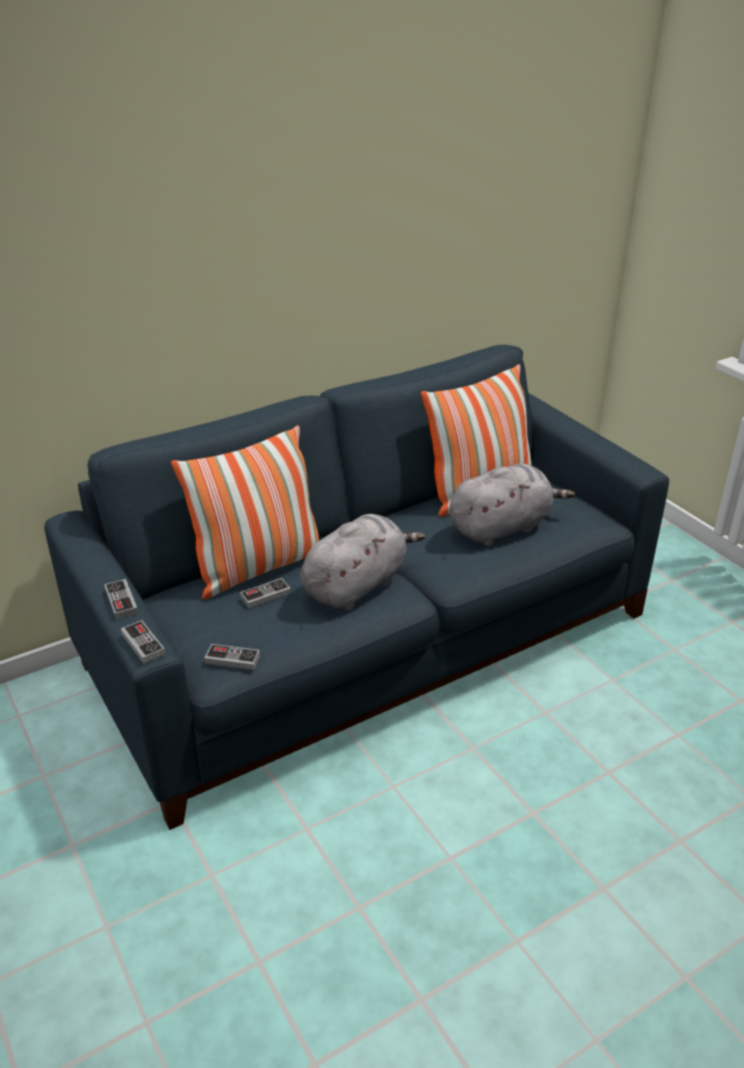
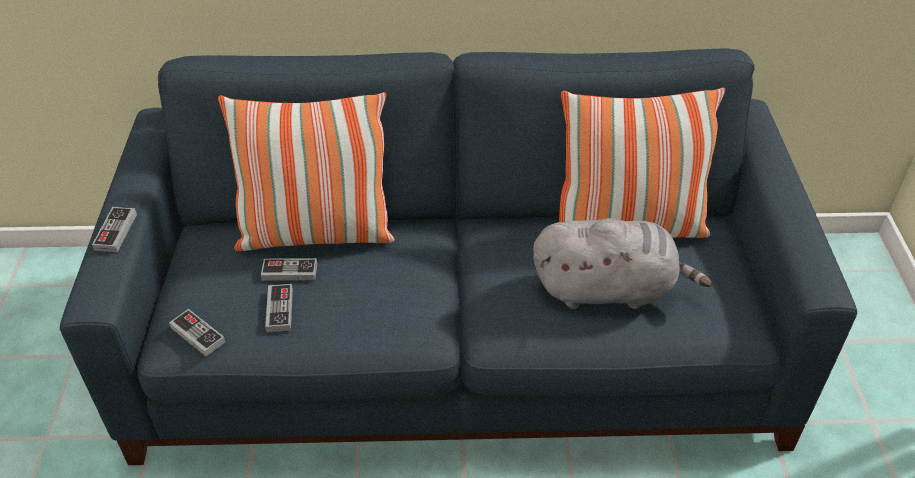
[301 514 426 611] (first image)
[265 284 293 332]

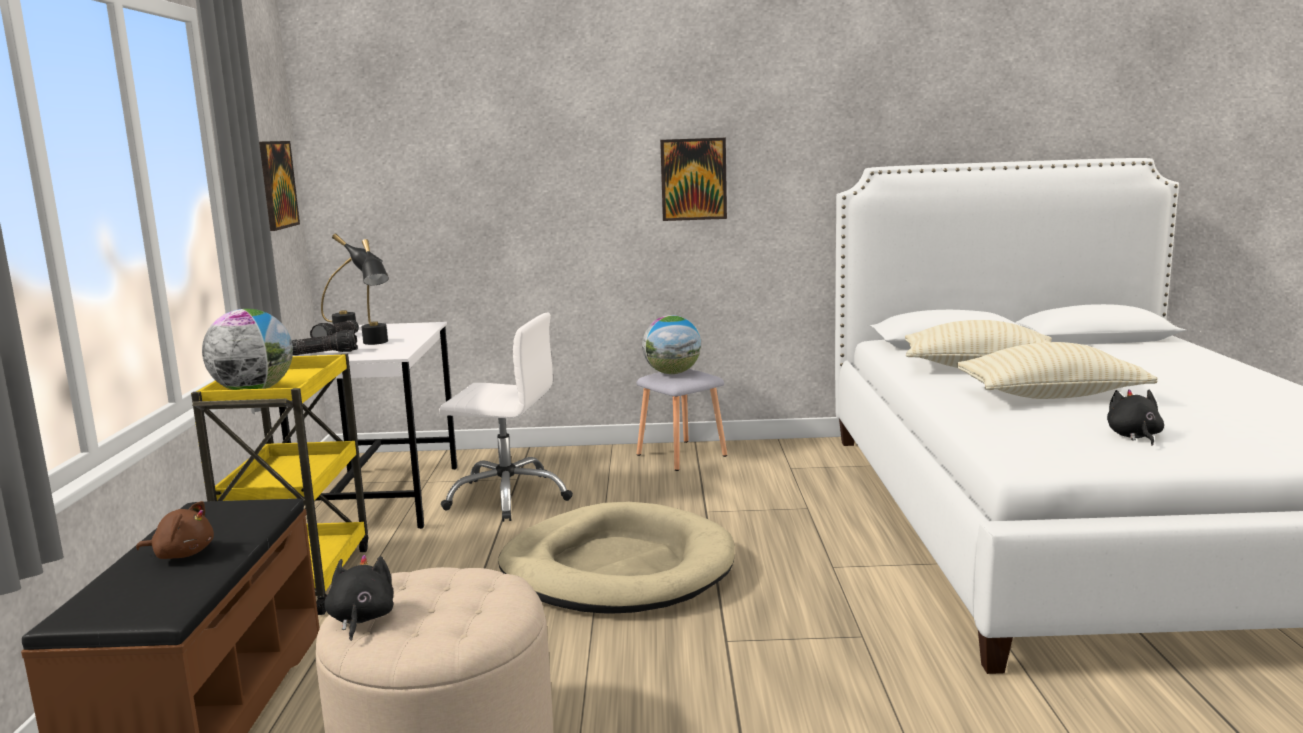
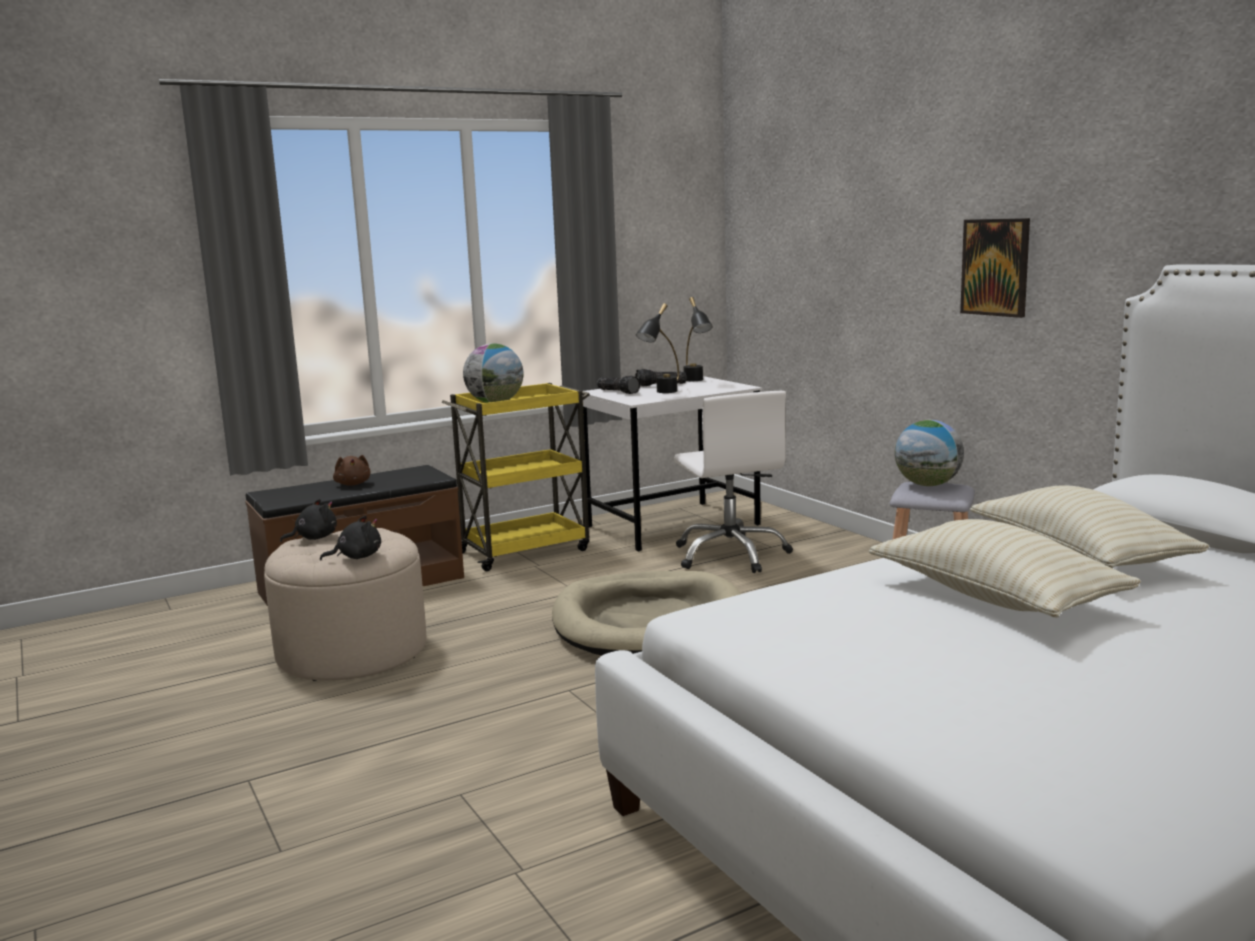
[259 141 300 231] (first image)
[320 515 381 560]

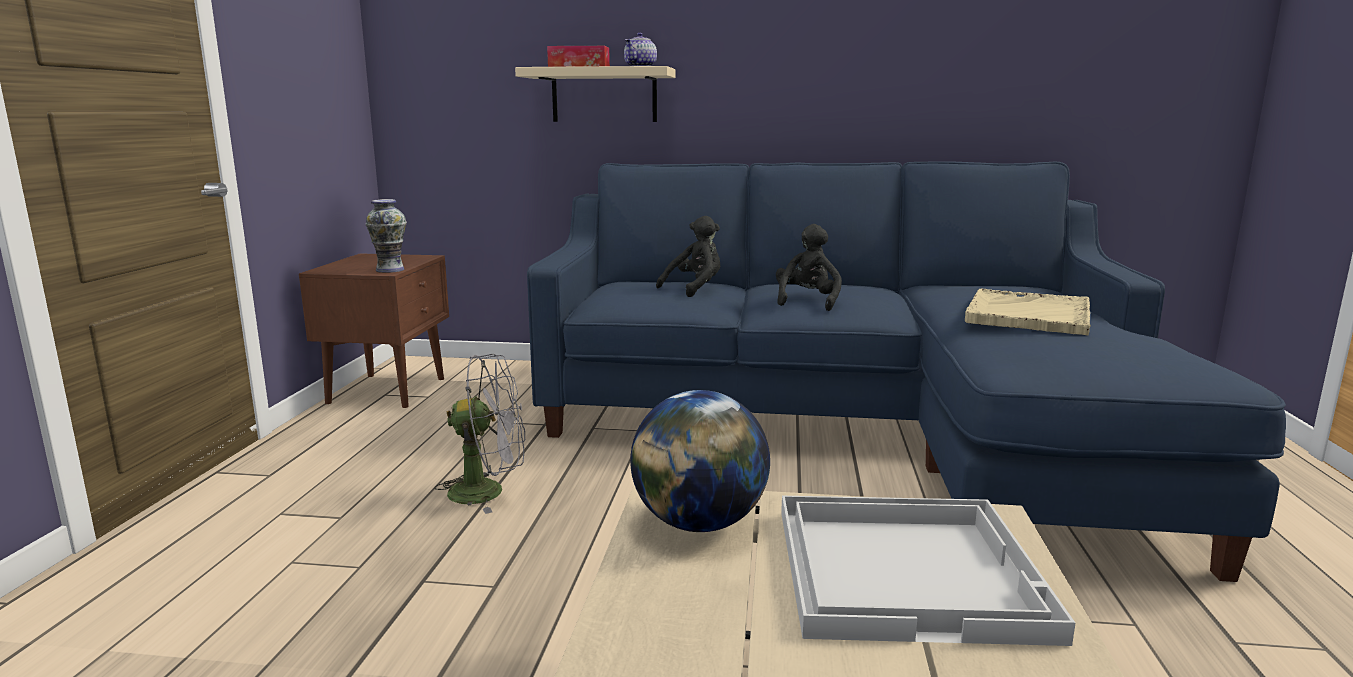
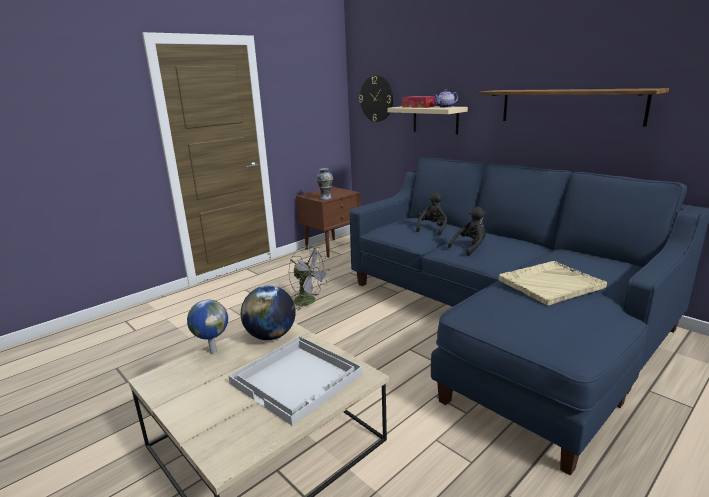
[416 192 447 235]
[359 75 393 122]
[478 88 669 127]
[187 299 228 354]

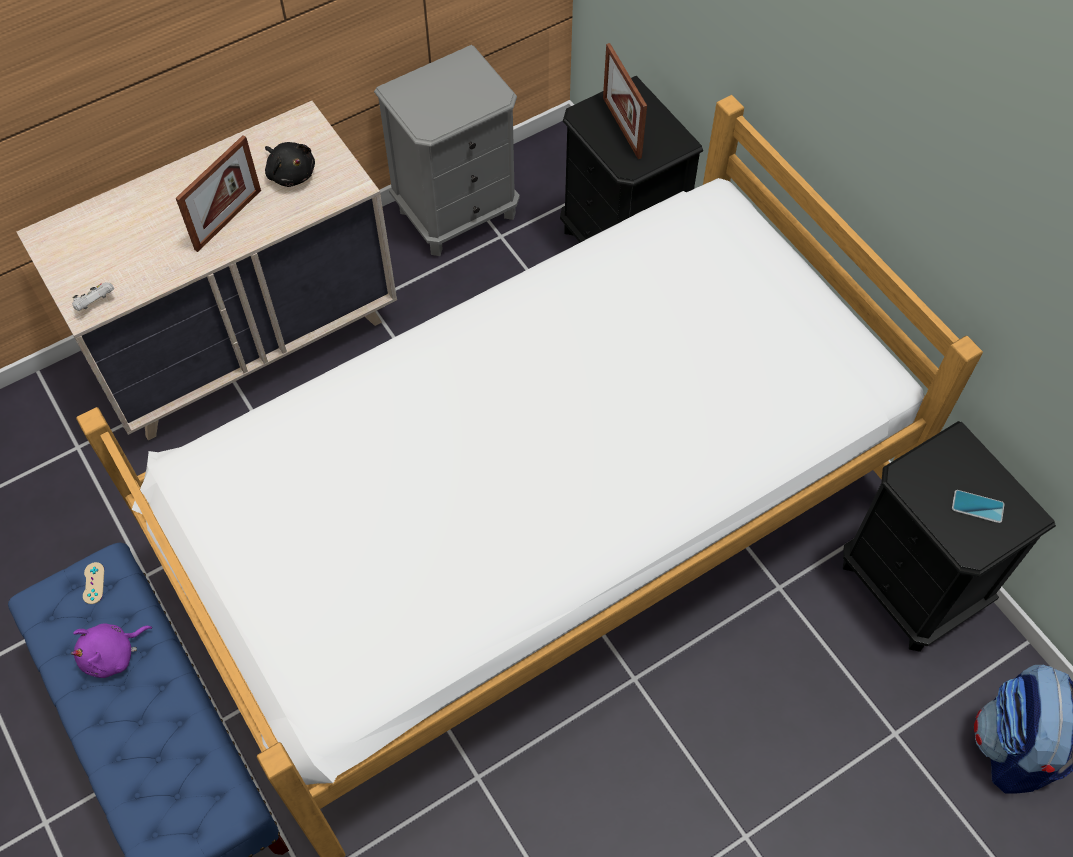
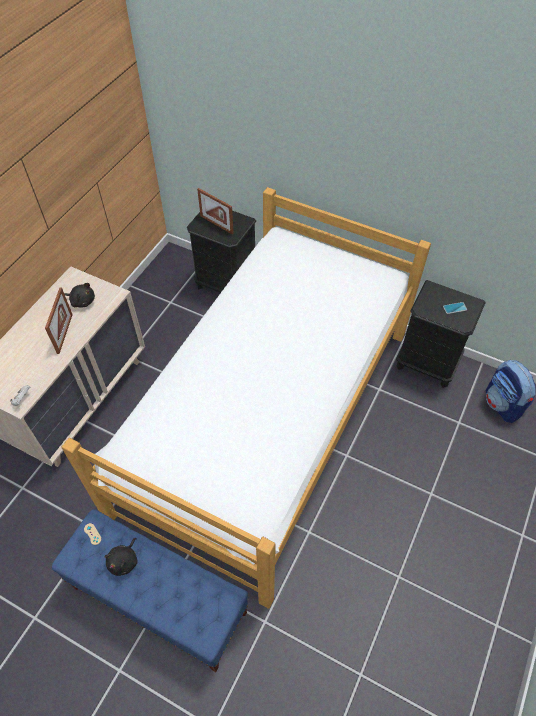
[374 45 520 256] (first image)
[105 538 138 576]

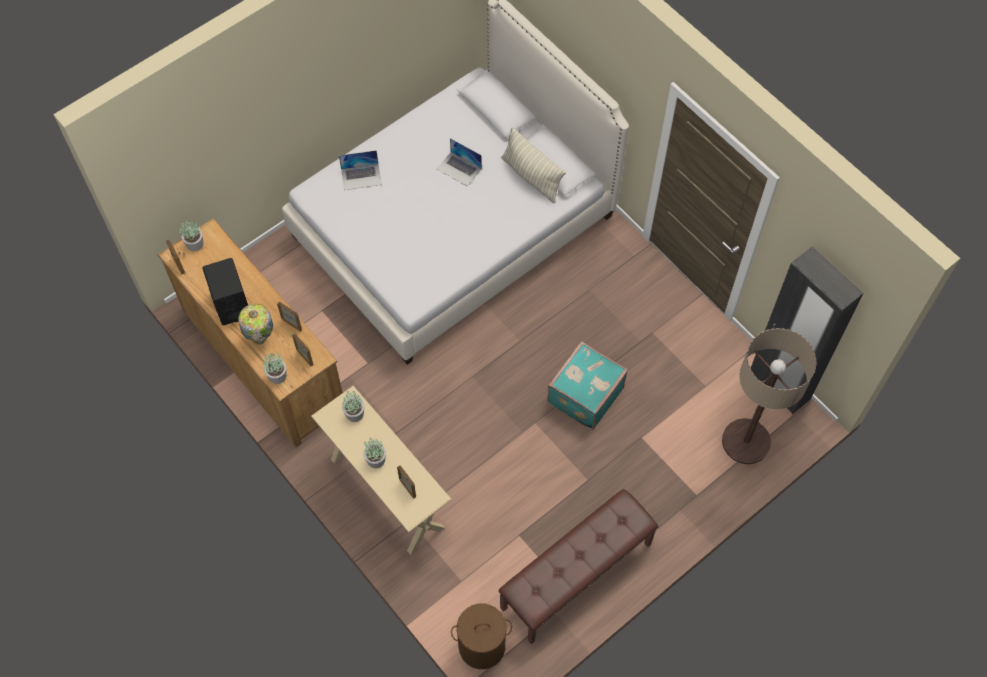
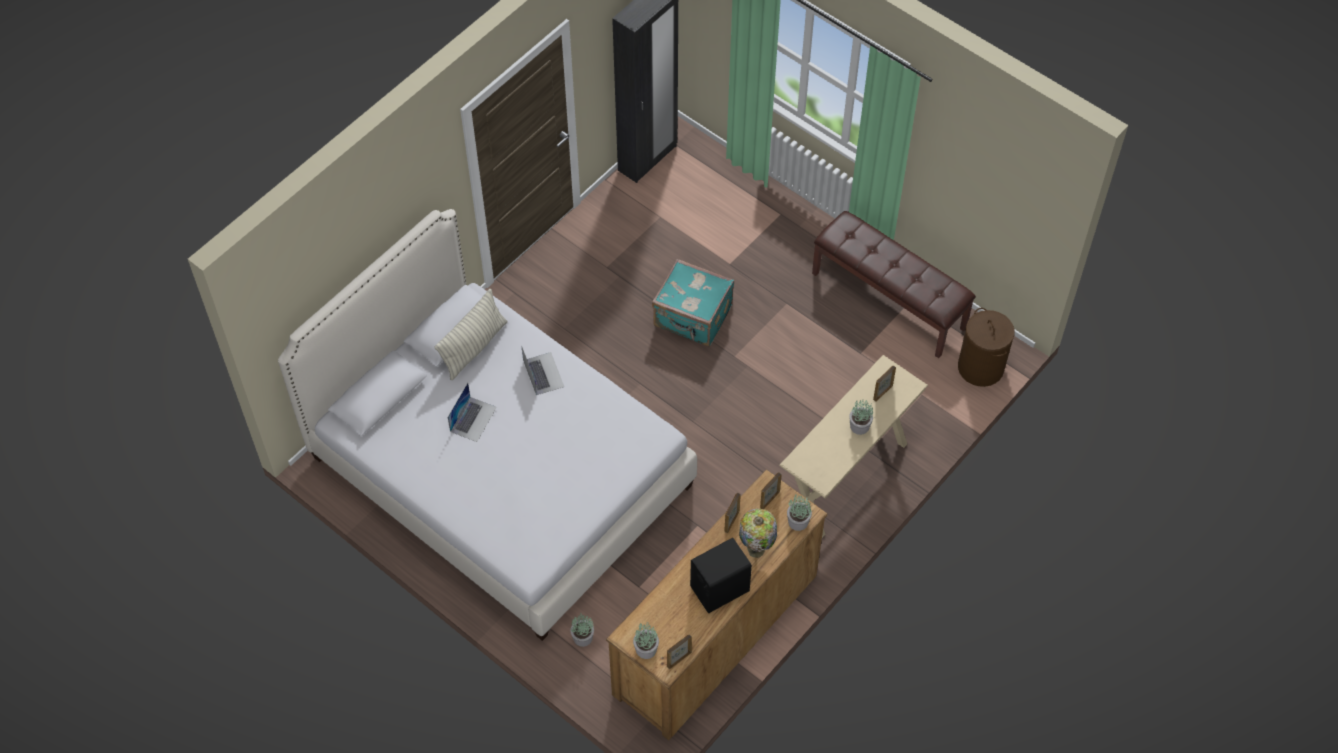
[521 345 564 395]
[722 328 817 464] (first image)
[570 613 594 647]

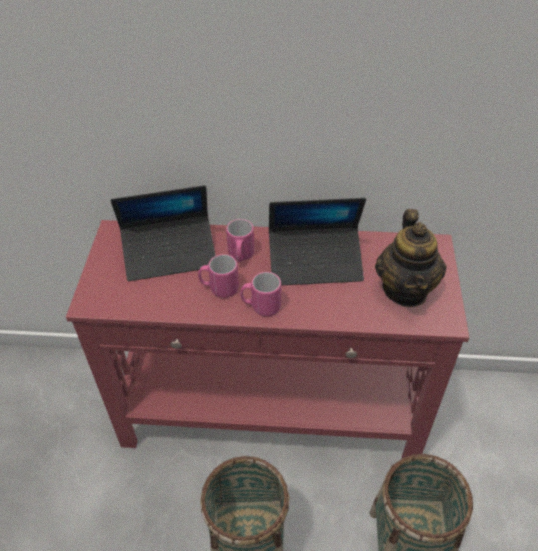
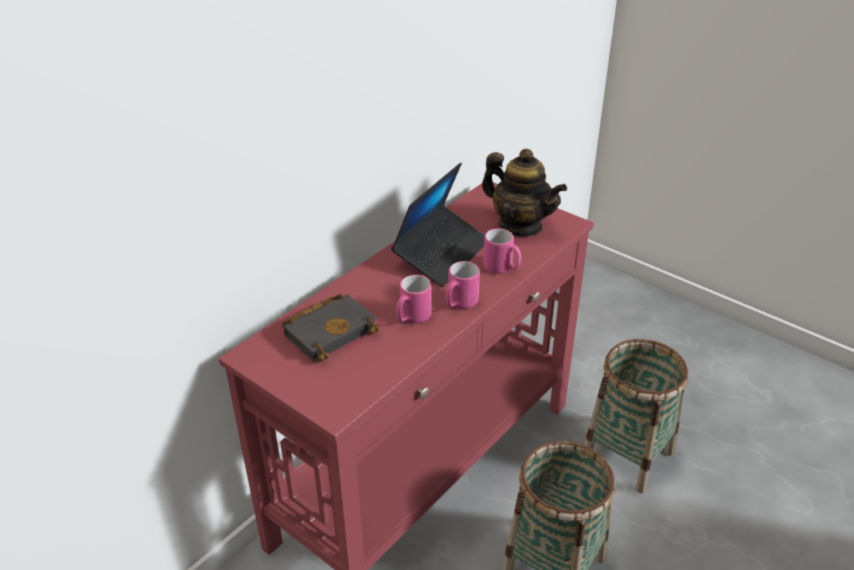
[282 294 380 362]
[483 228 521 274]

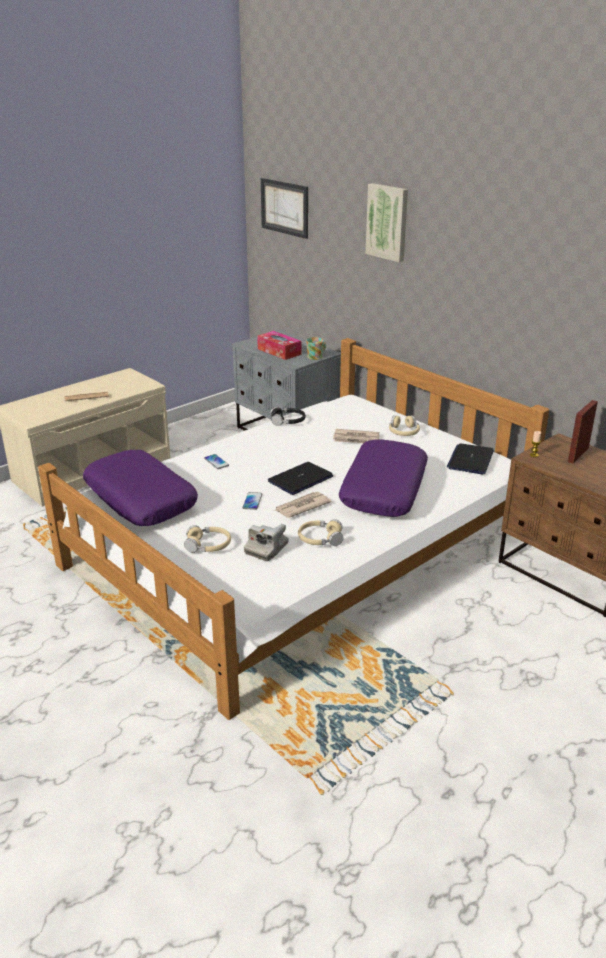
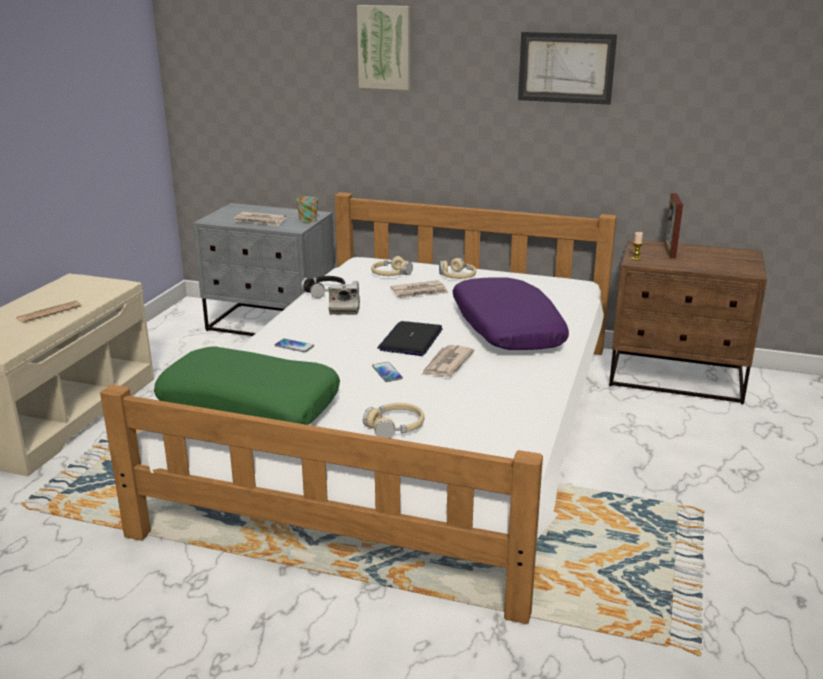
[518 32 617 105]
[234 212 286 226]
[447 444 494 474] (first image)
[154 347 340 425]
[371 256 413 276]
[329 281 360 315]

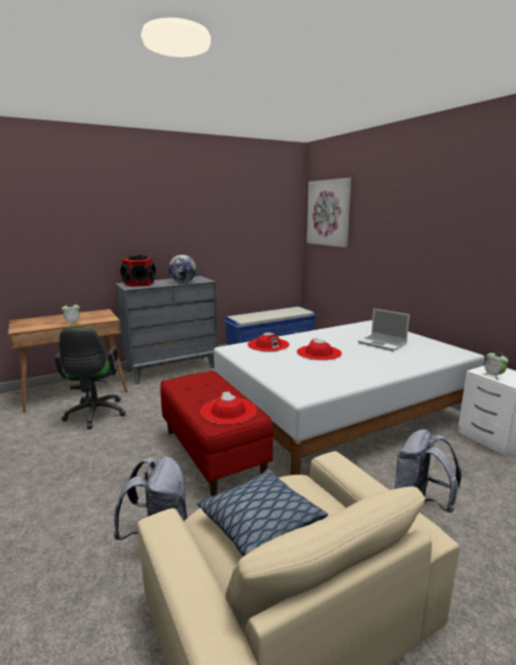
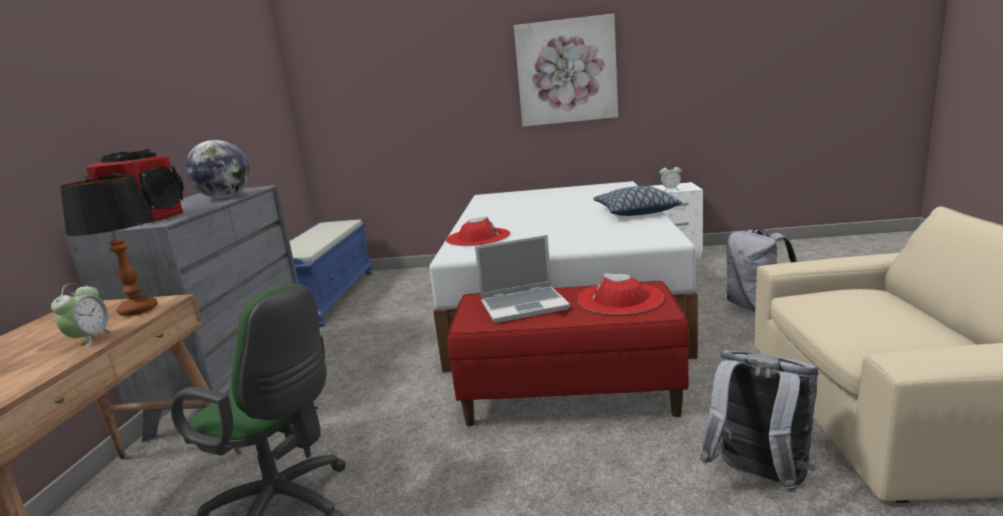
[514 14 618 127]
[475 235 570 323]
[297 338 342 360] (first image)
[593 186 682 216]
[60 175 158 316]

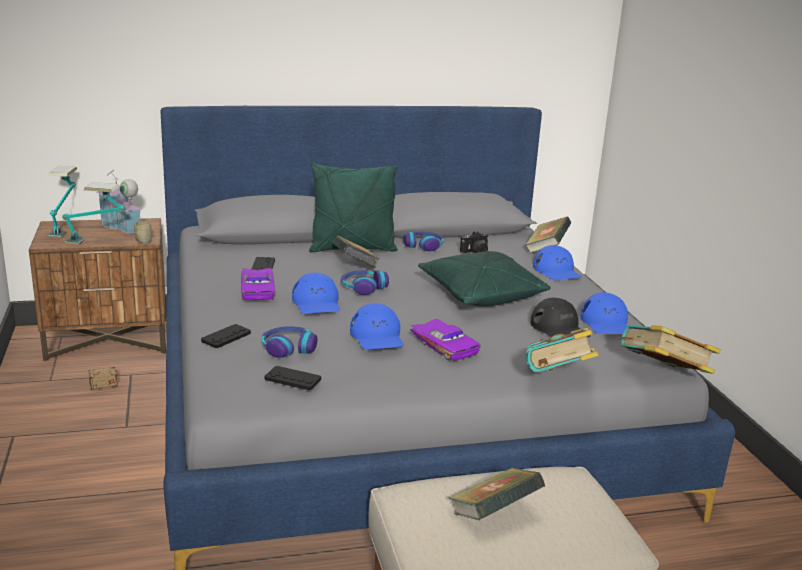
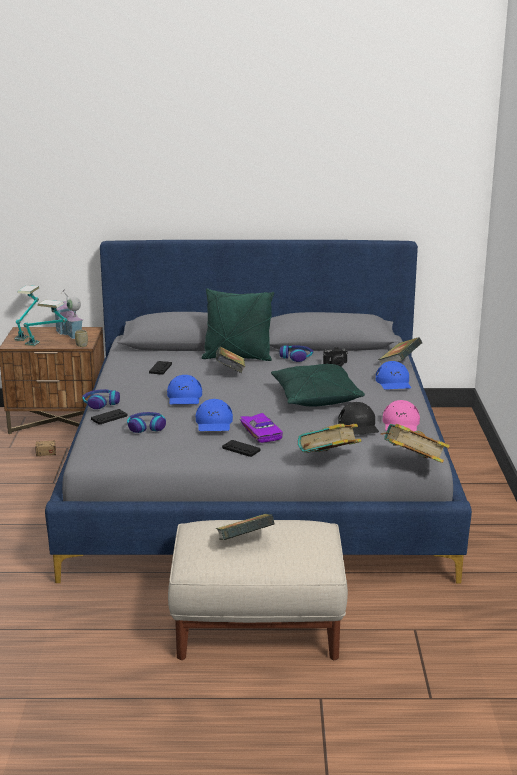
[241 268 275 300] (first image)
[82 389 120 409]
[383 400 420 431]
[222 440 261 457]

